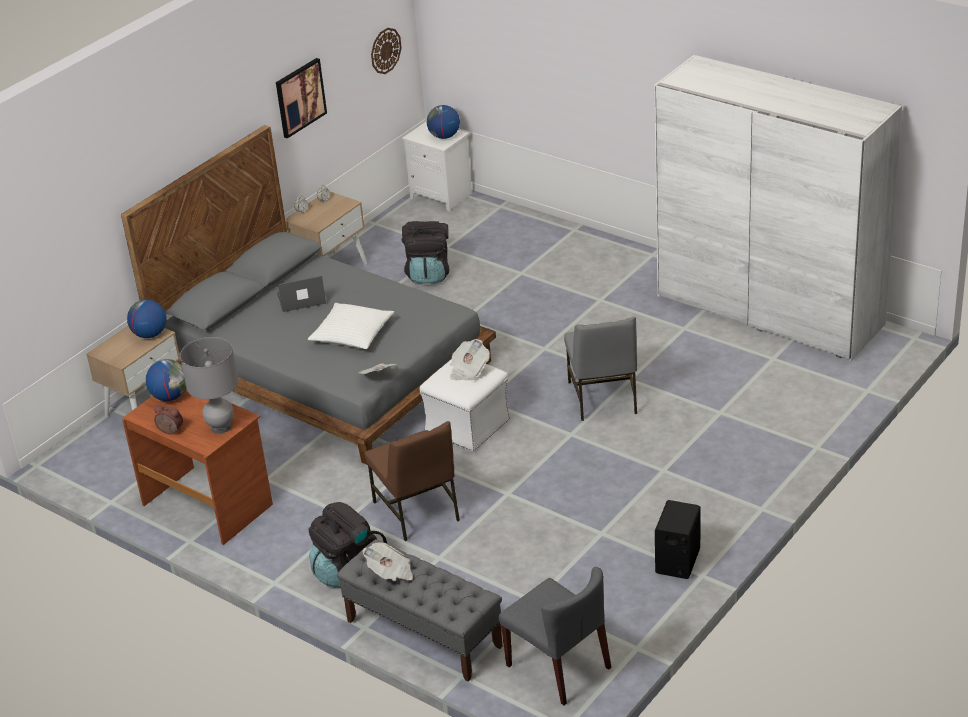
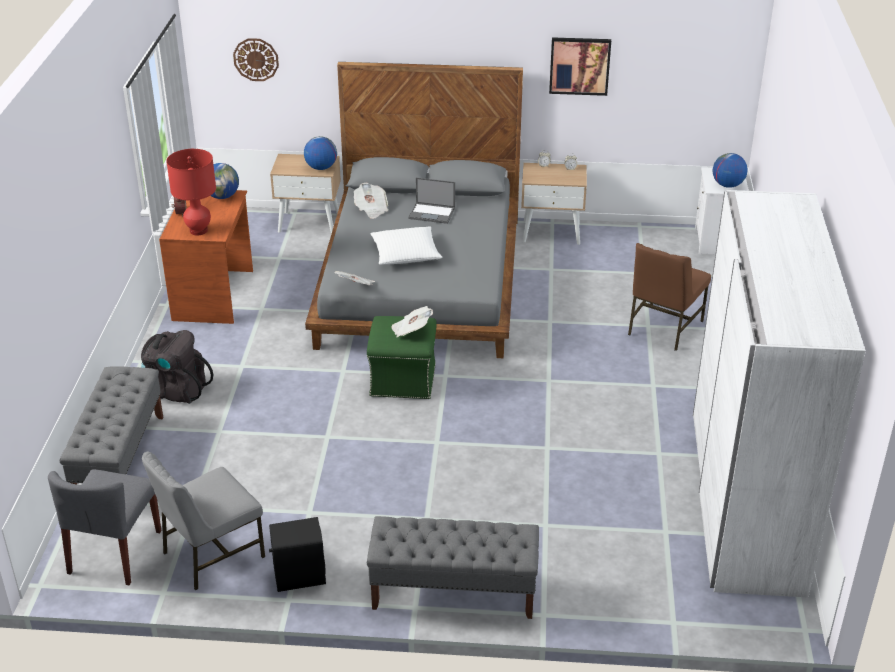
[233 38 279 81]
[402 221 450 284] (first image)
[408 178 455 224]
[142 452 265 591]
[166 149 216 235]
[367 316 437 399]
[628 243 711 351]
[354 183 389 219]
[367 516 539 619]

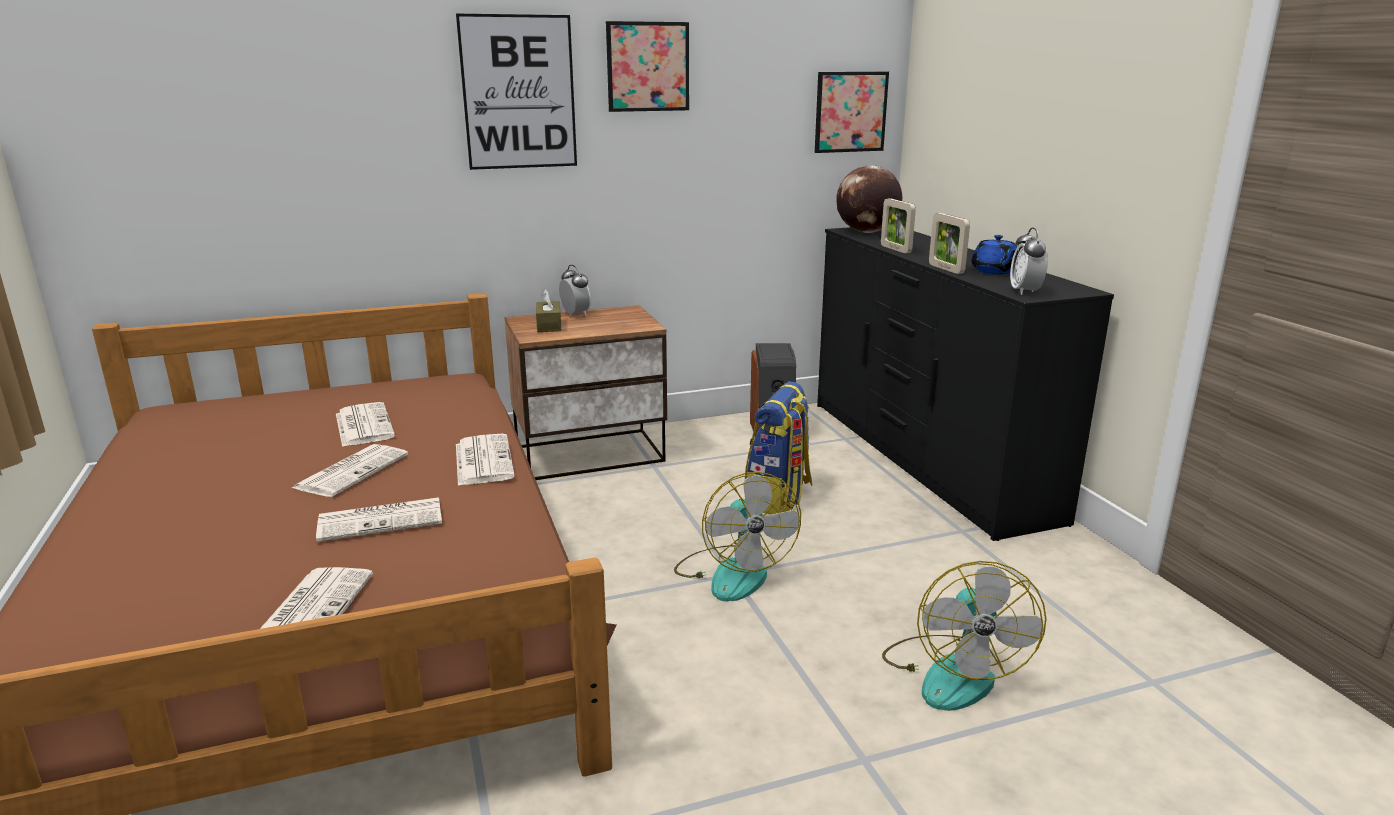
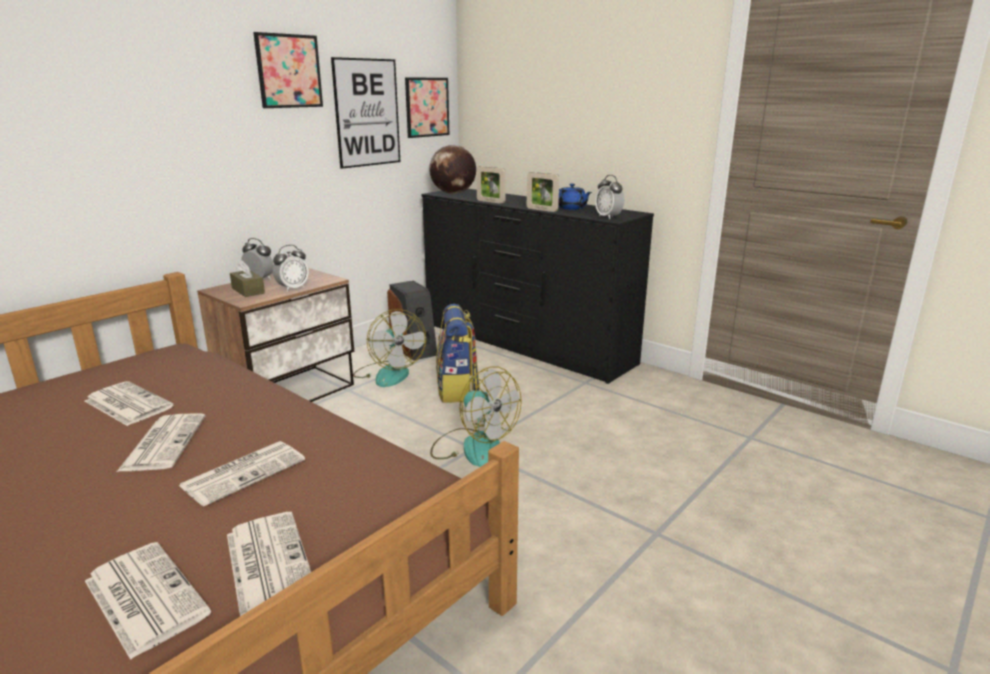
[331 57 400 169]
[85 542 211 660]
[353 309 426 387]
[273 245 309 292]

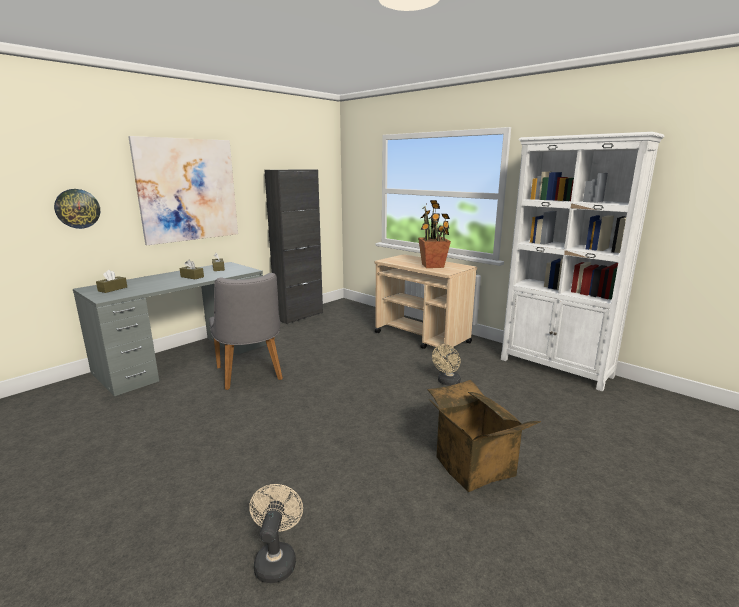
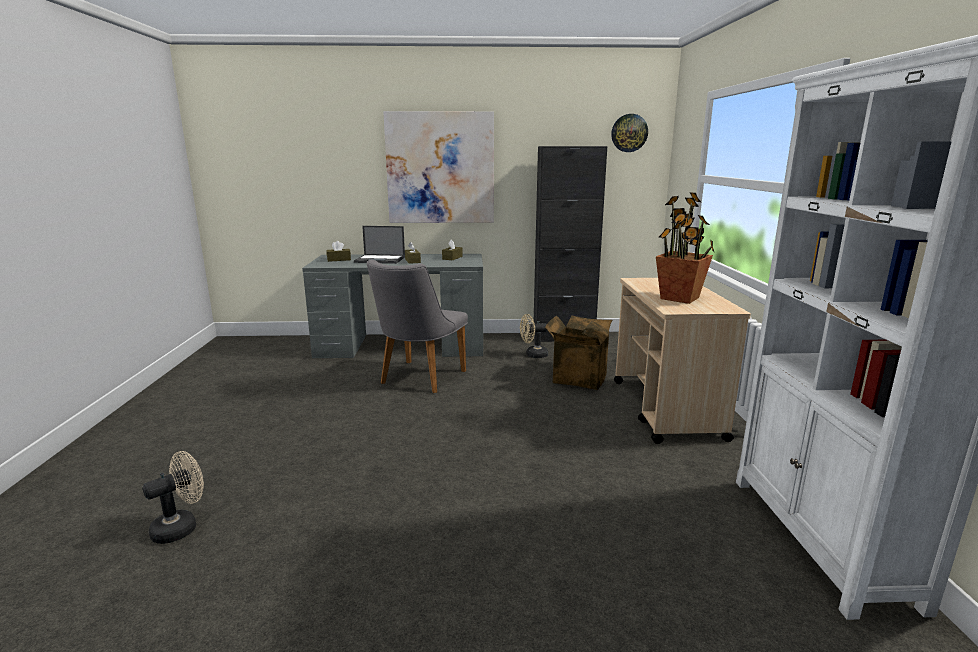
[611 114 648 152]
[520 314 548 358]
[545 316 612 390]
[354 226 405 264]

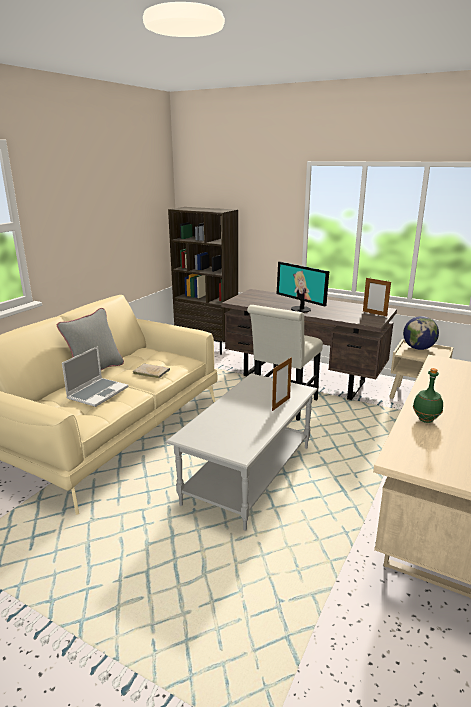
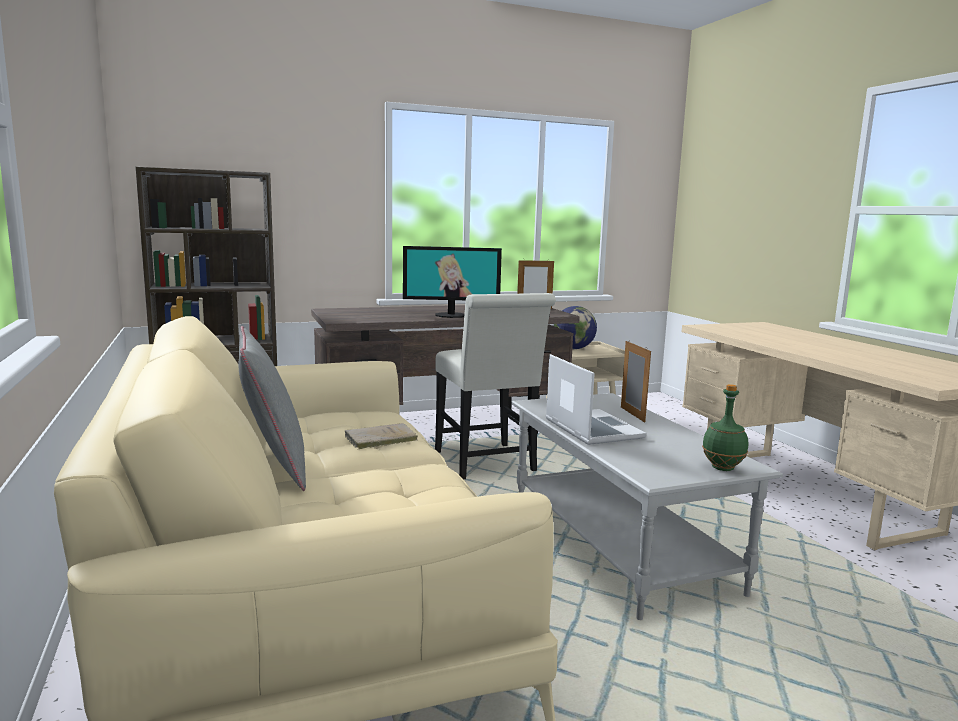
[546 354 647 445]
[702 384 748 471]

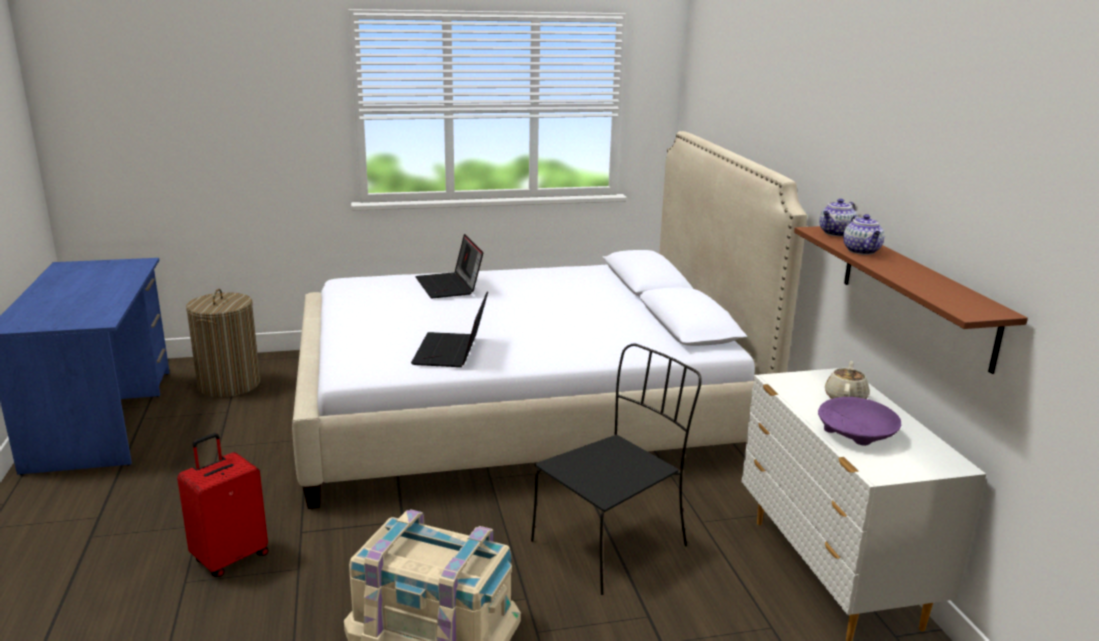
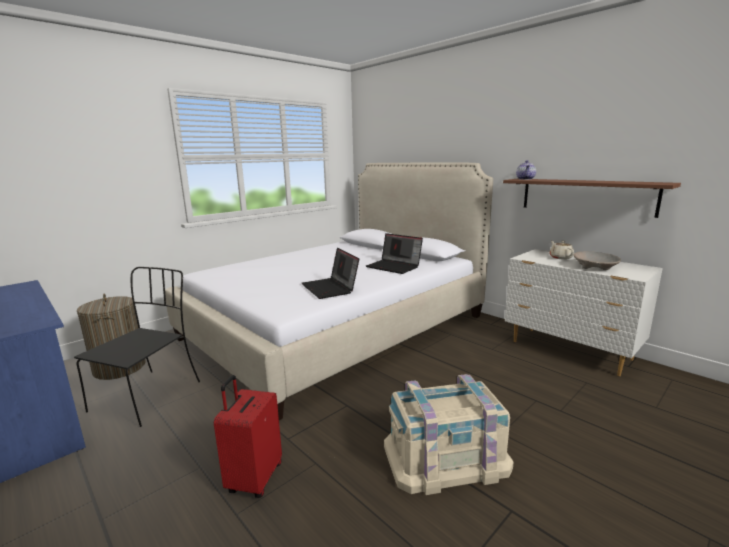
[843 214 884 255] (first image)
[366 233 423 274]
[74 267 200 427]
[574 251 621 270]

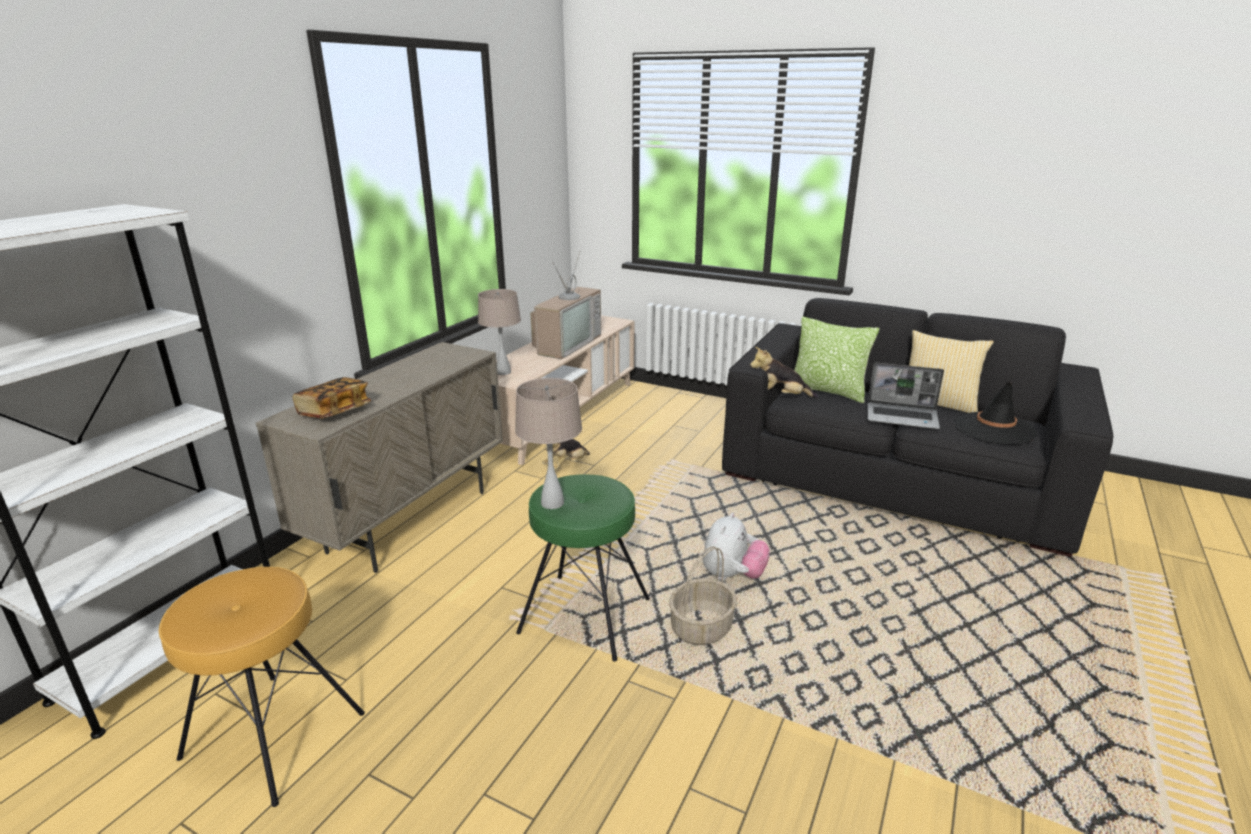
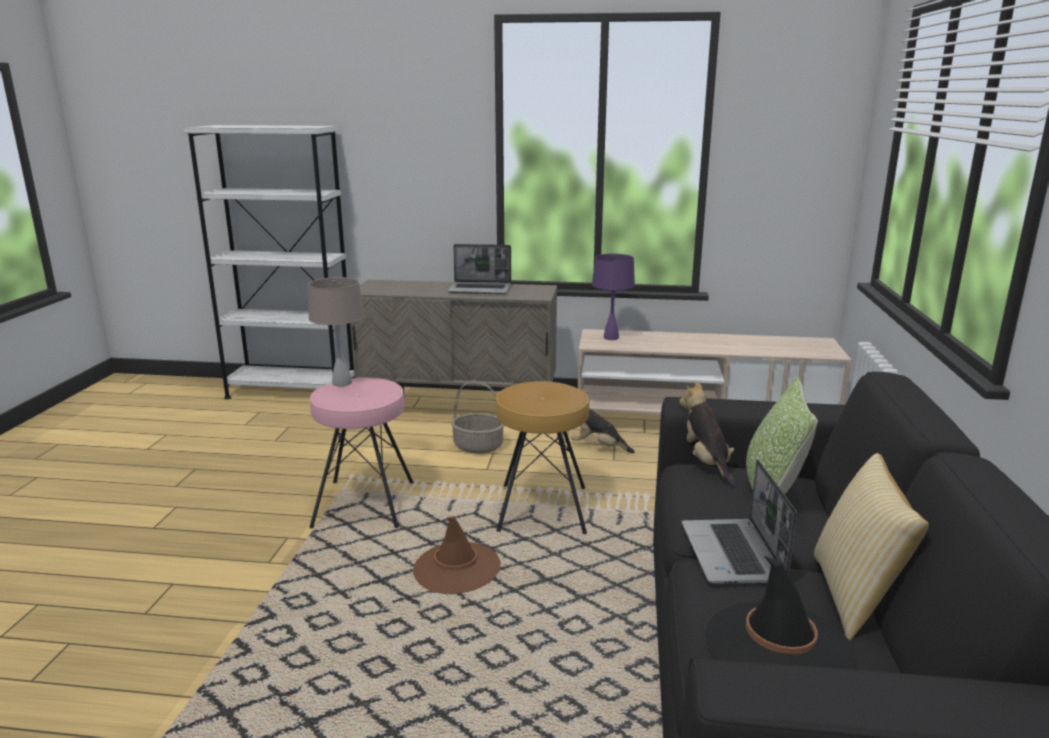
[530 250 601 359] (first image)
[592 254 635 340]
[292 377 371 418] (first image)
[309 378 414 528]
[413 516 501 594]
[451 380 504 454]
[496 381 589 534]
[448 244 511 294]

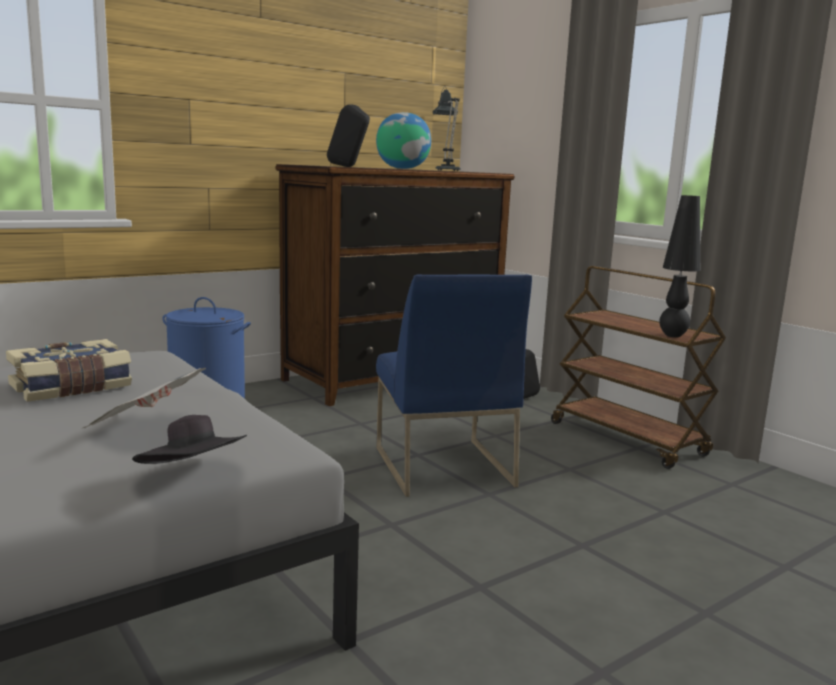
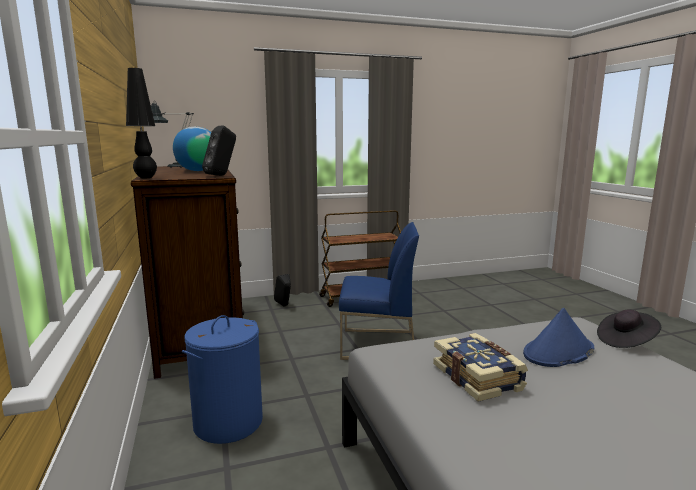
[126 68 157 178]
[523 308 594 367]

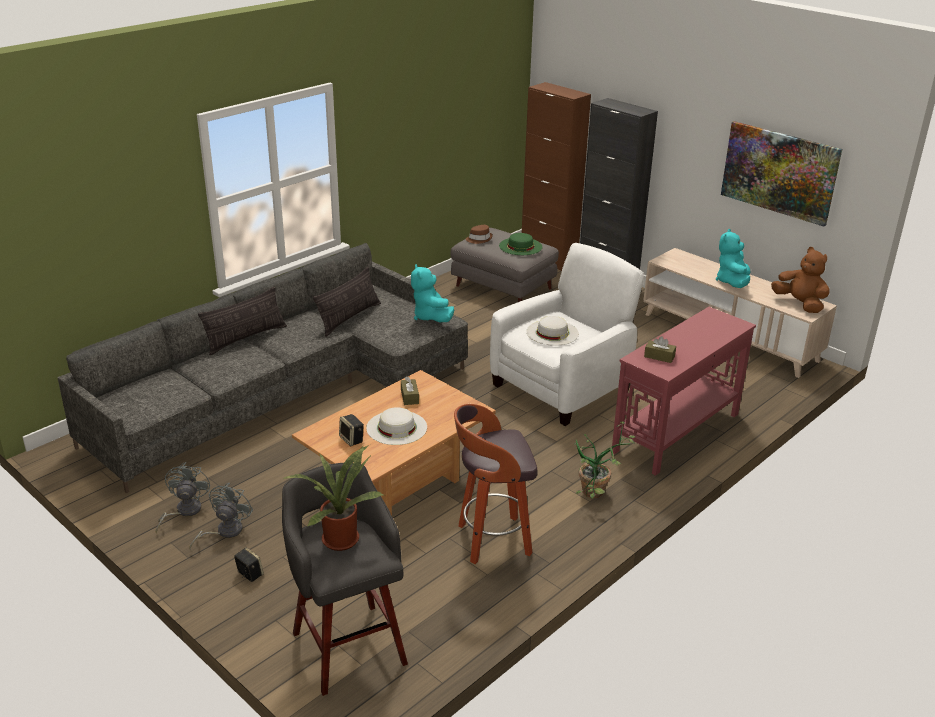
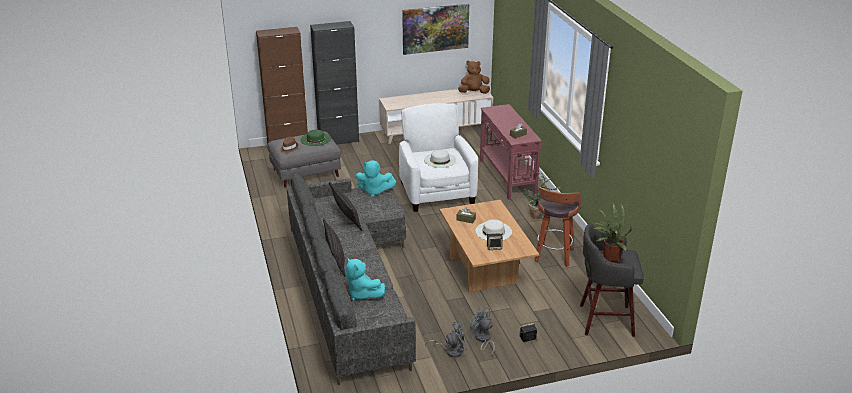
[346 258 385 301]
[425 322 467 357]

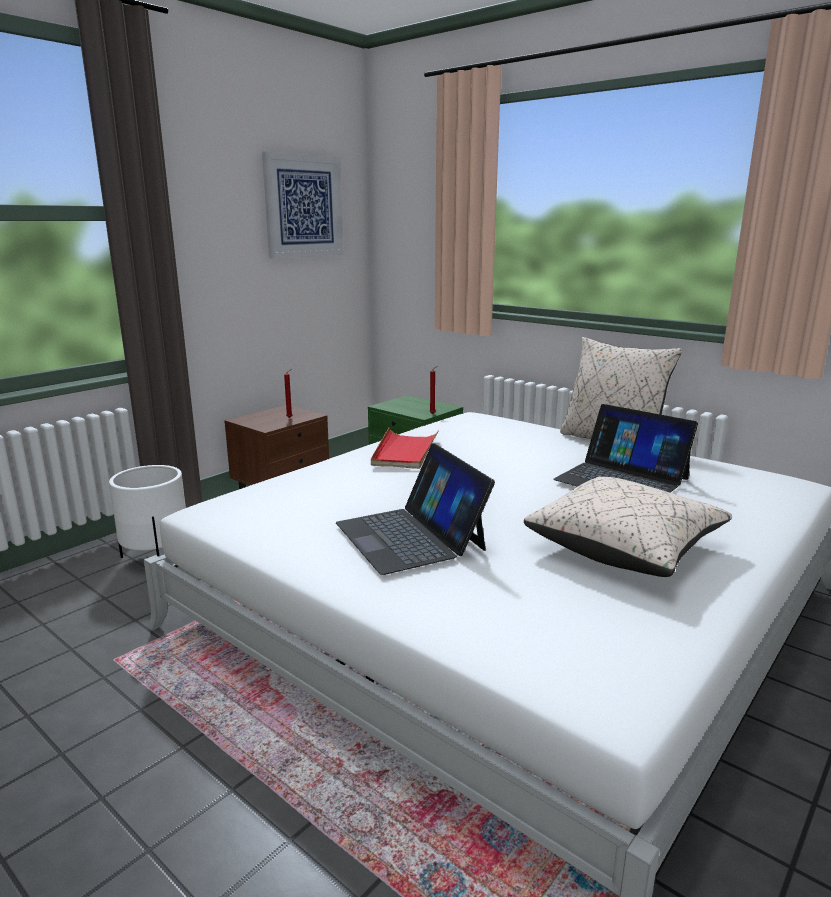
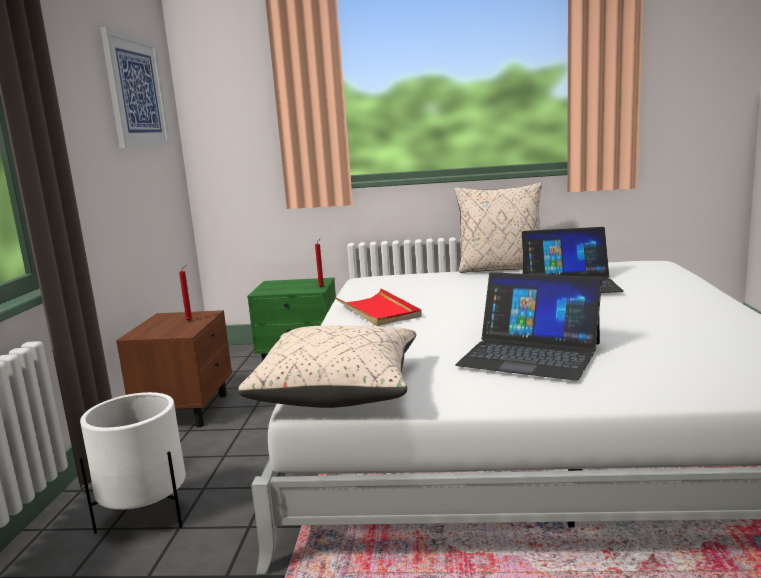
[238 325 416 408]

